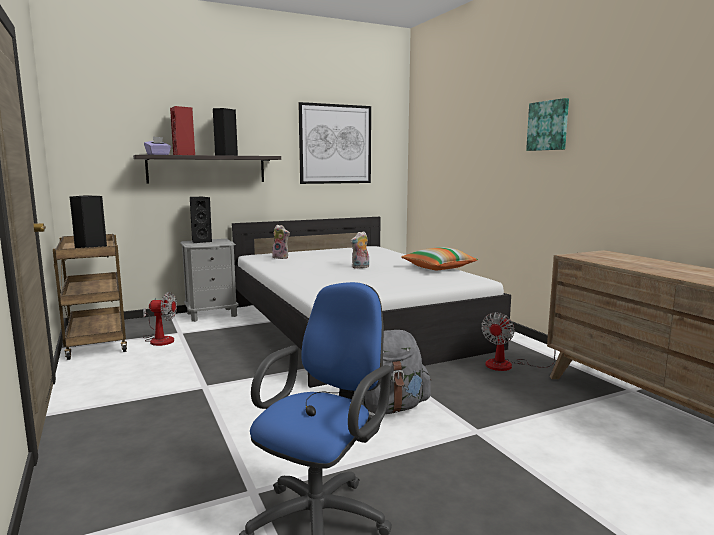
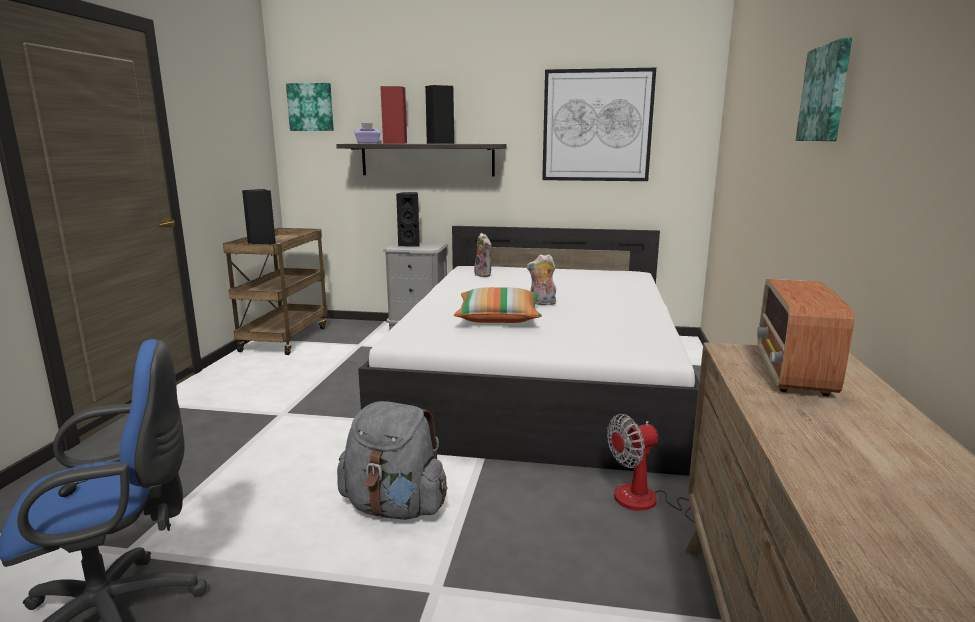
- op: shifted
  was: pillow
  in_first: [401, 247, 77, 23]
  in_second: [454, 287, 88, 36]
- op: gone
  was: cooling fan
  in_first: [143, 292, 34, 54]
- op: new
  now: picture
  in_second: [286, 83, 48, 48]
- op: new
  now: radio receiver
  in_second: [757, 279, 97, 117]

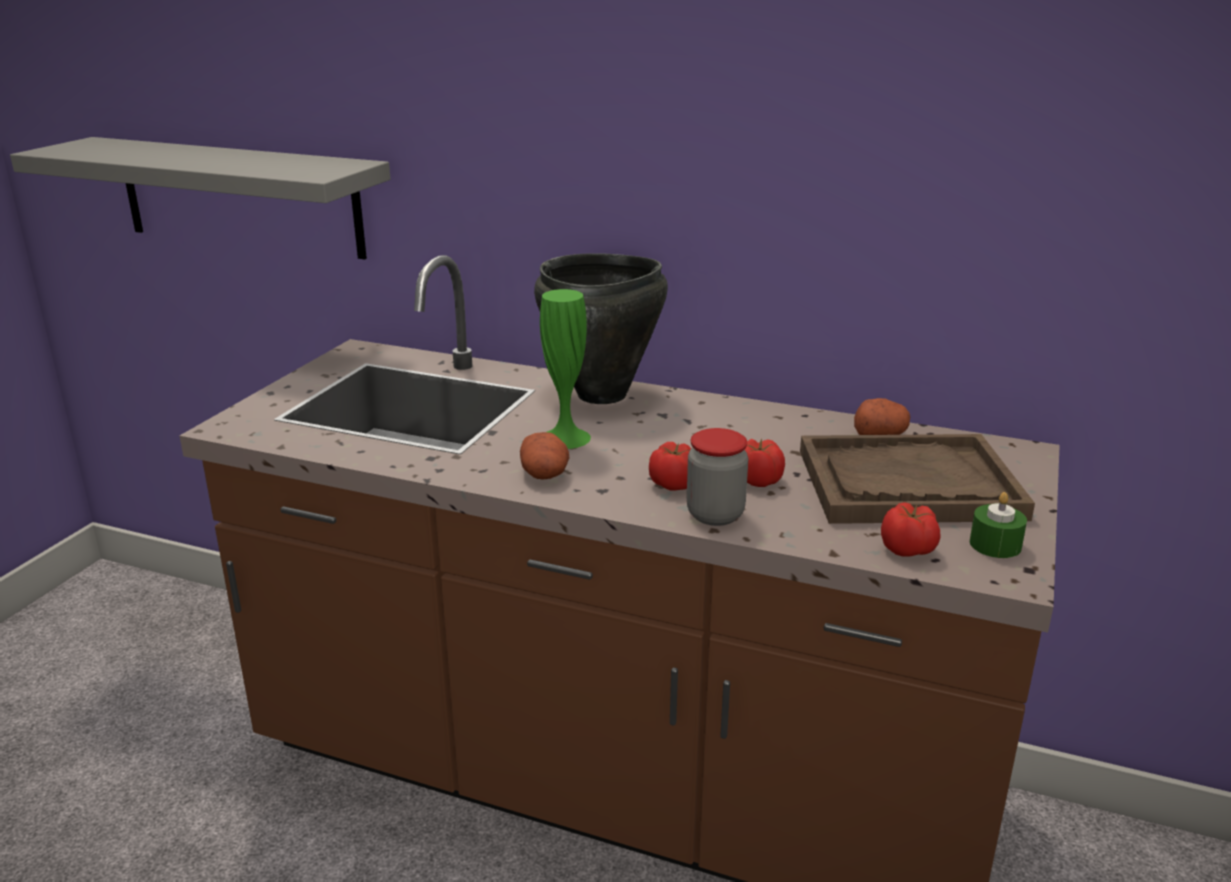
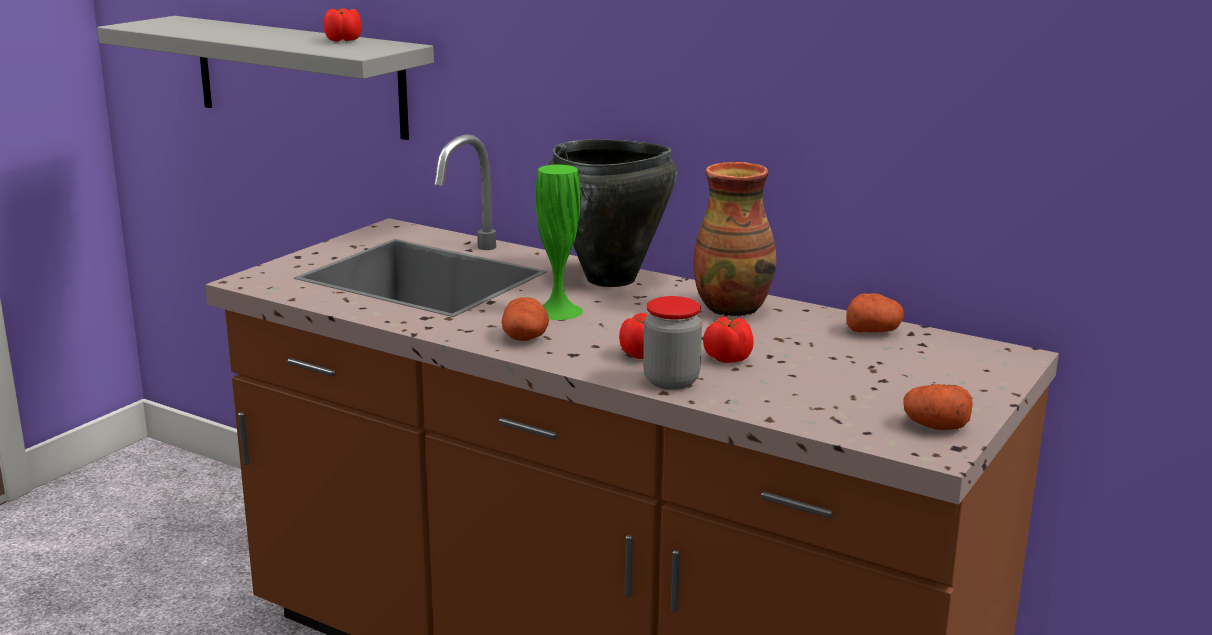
- op: gone
  was: serving tray/brown
  in_first: [800, 434, 235, 90]
- op: swapped
  was: candle/greenish
  now: potato
  in_first: [970, 492, 57, 66]
  in_second: [903, 384, 70, 46]
- op: shifted
  was: whole tomato
  in_first: [881, 502, 59, 55]
  in_second: [323, 8, 38, 34]
- op: new
  now: decorative vase
  in_second: [693, 162, 84, 155]

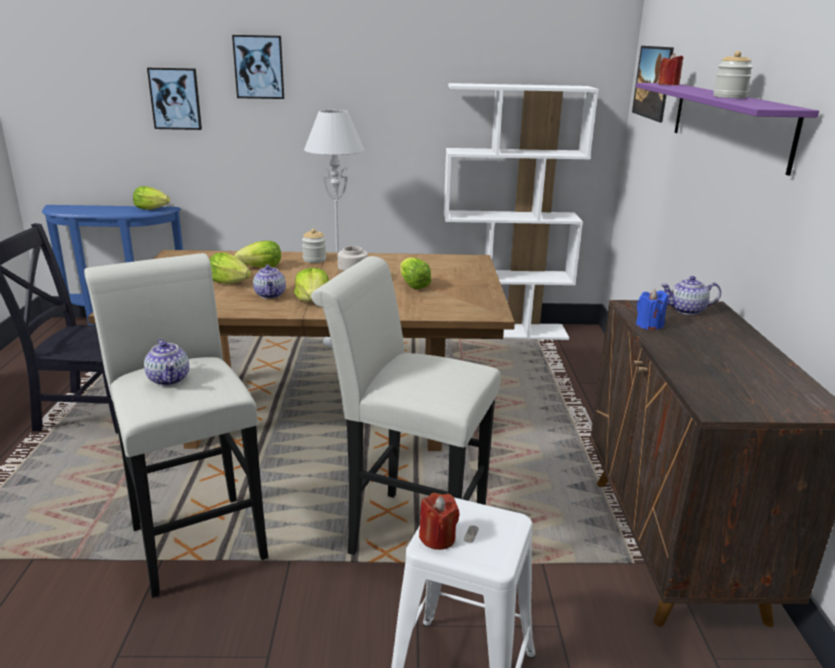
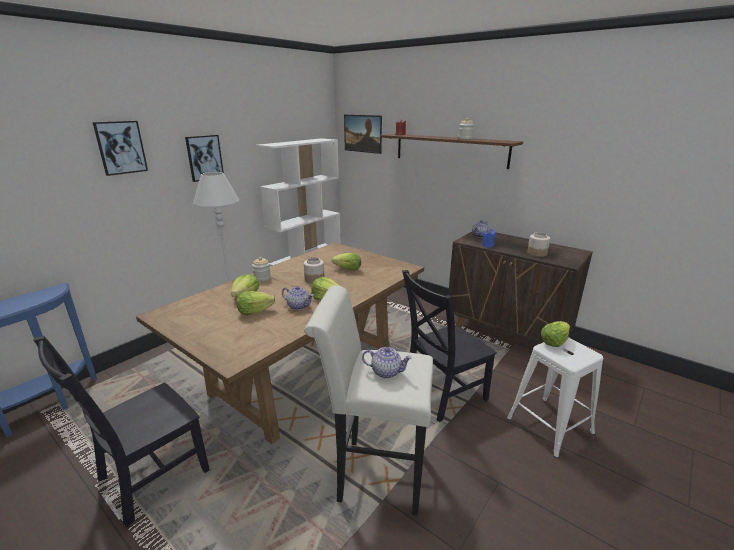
- op: shifted
  was: picture
  in_first: [147, 68, 55, 62]
  in_second: [185, 135, 39, 47]
- op: repainted
  was: wall shelf/purple-coloured
  now: wall shelf/brown
  in_first: [636, 83, 183, 93]
  in_second: [380, 134, 143, 35]
- op: shifted
  was: lettuce
  in_first: [133, 186, 37, 24]
  in_second: [541, 321, 29, 26]
- op: swapped
  was: stool seat/whitish
  now: upright chair/black
  in_first: [311, 256, 190, 299]
  in_second: [402, 270, 95, 152]
- op: gone
  was: candle/reddish
  in_first: [419, 493, 41, 57]
- op: new
  now: storage jar
  in_second: [527, 232, 23, 25]

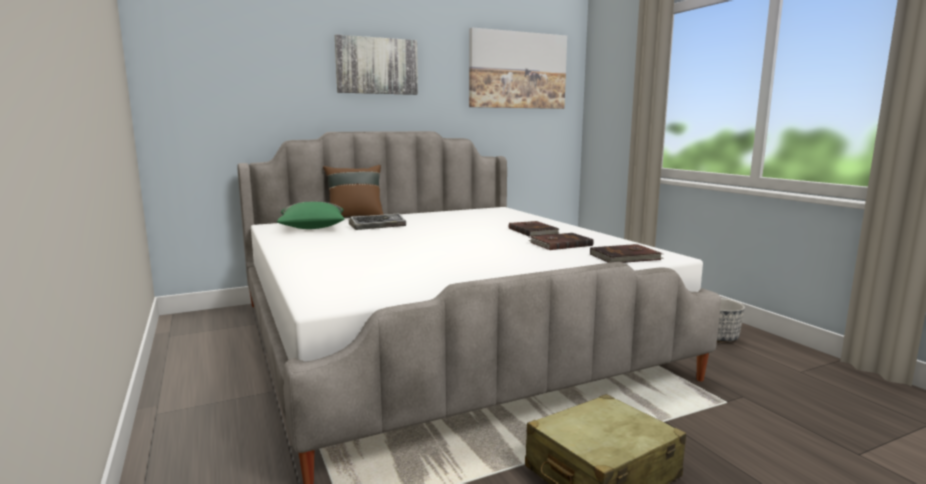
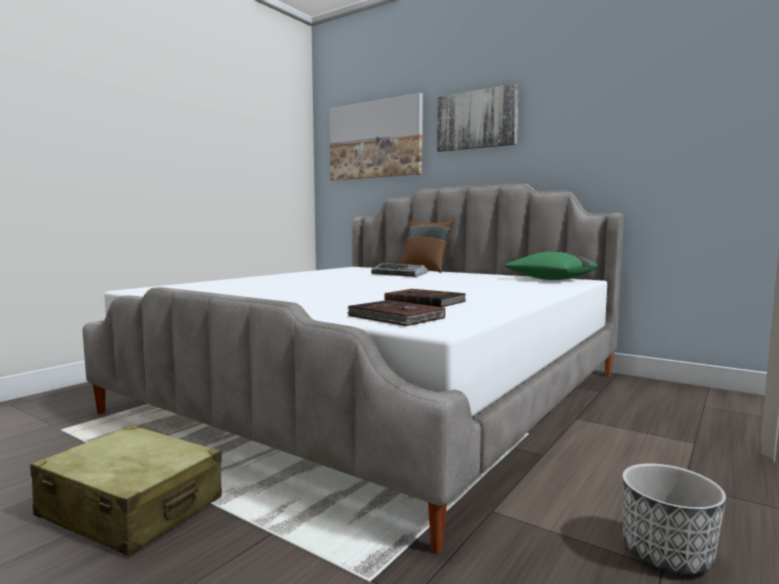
- op: shifted
  was: picture
  in_first: [469, 28, 98, 81]
  in_second: [330, 93, 93, 87]
- op: shifted
  was: pillow/greenish
  in_first: [277, 201, 67, 28]
  in_second: [505, 251, 93, 29]
- op: gone
  was: bound book/brown
  in_first: [509, 221, 50, 16]

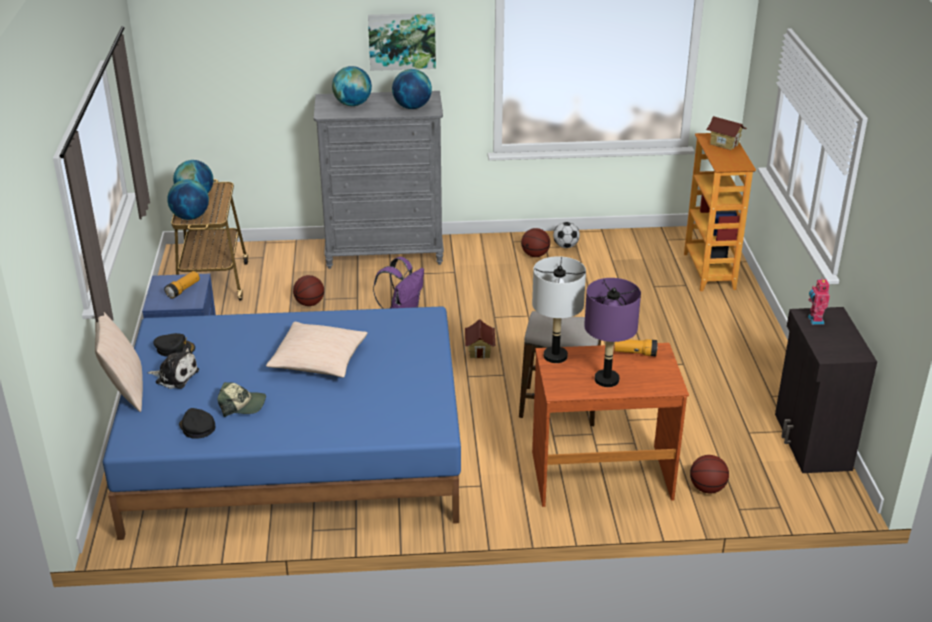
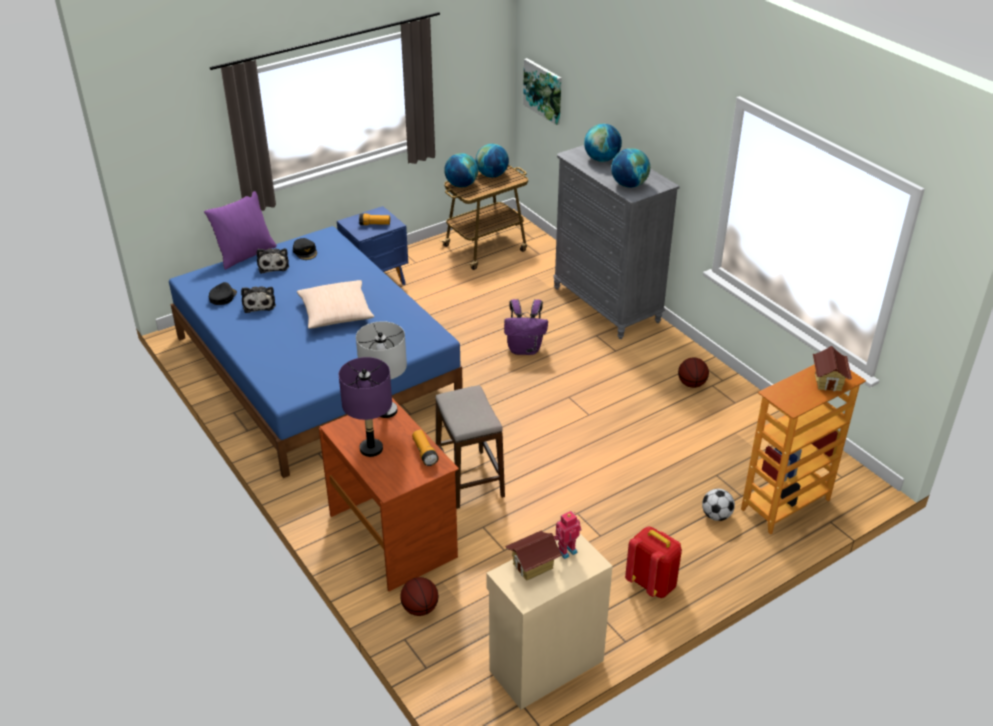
- op: shifted
  was: picture
  in_first: [368, 13, 68, 58]
  in_second: [523, 58, 38, 67]
- op: shifted
  was: football ball
  in_first: [553, 222, 27, 26]
  in_second: [702, 489, 33, 32]
- op: gone
  was: ball for basketball
  in_first: [293, 275, 31, 31]
- op: repainted
  was: cabinet/black
  now: cabinet/beige
  in_first: [775, 307, 102, 166]
  in_second: [486, 533, 127, 177]
- op: repainted
  was: pillow/beige
  now: pillow/purple-coloured
  in_first: [95, 312, 48, 100]
  in_second: [204, 191, 73, 79]
- op: shifted
  was: miniature house
  in_first: [465, 319, 30, 40]
  in_second: [505, 530, 57, 51]
- op: swapped
  was: peaked cap
  now: plush toy
  in_first: [217, 382, 49, 35]
  in_second: [241, 287, 35, 26]
- op: new
  now: backpack/reddish
  in_second: [625, 526, 57, 72]

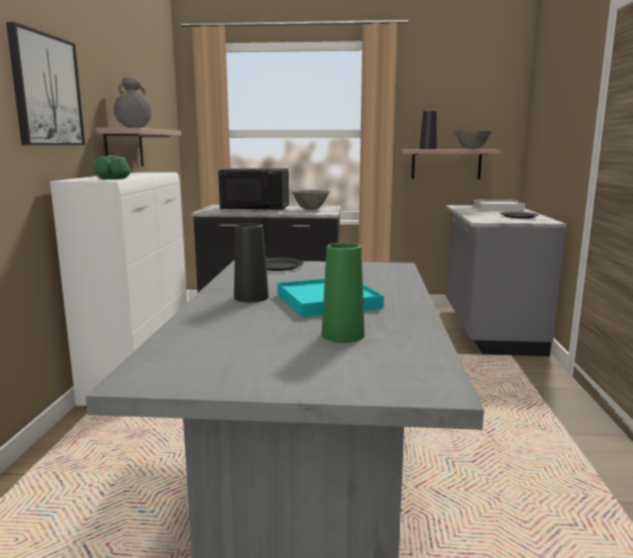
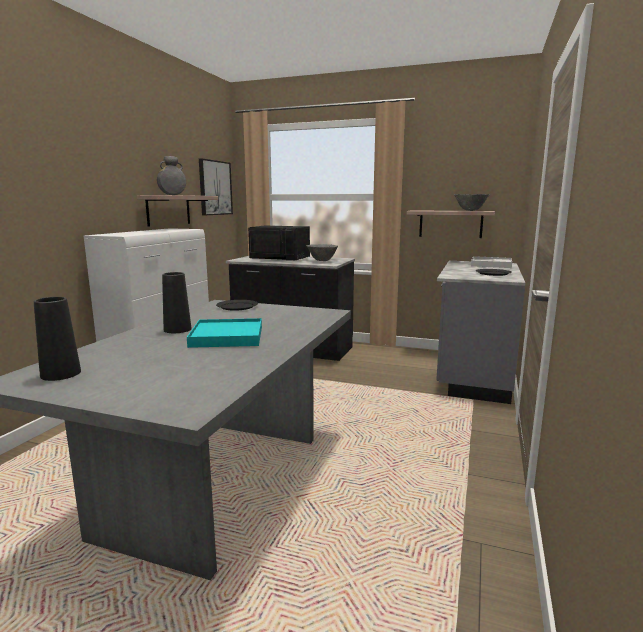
- op: shifted
  was: picture
  in_first: [6, 22, 79, 123]
  in_second: [199, 159, 34, 56]
- op: shifted
  was: decorative vase/black
  in_first: [419, 110, 18, 39]
  in_second: [34, 297, 47, 84]
- op: gone
  was: teapot/greenish
  in_first: [94, 151, 36, 28]
- op: gone
  was: decorative vase/greenish
  in_first: [322, 243, 43, 100]

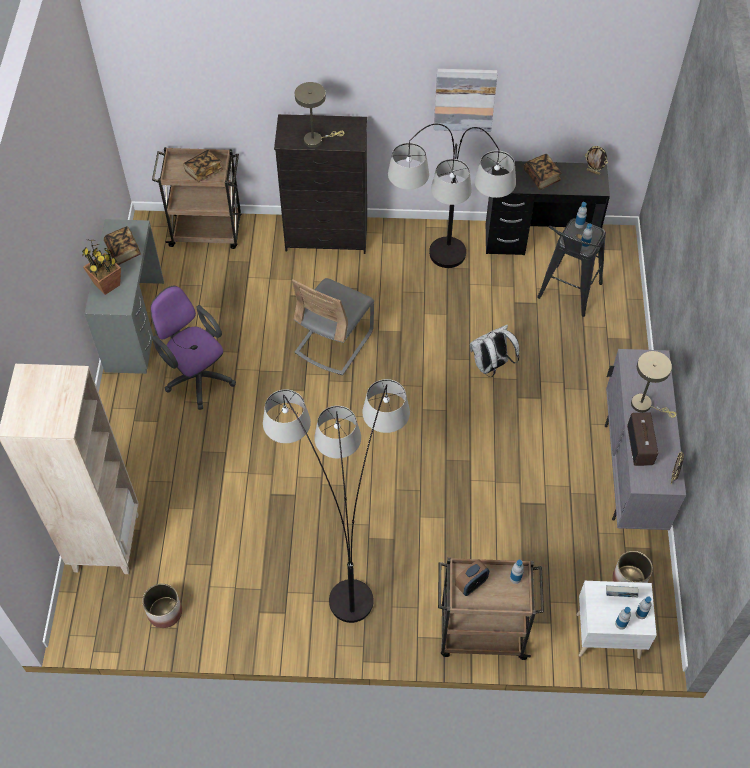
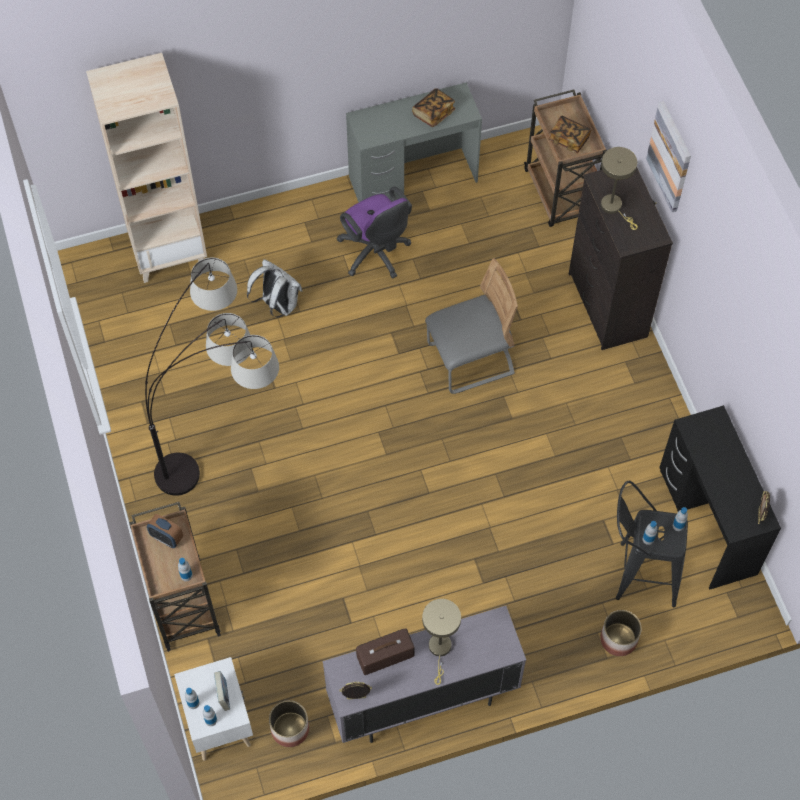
- op: shifted
  was: picture
  in_first: [434, 69, 64, 63]
  in_second: [646, 101, 45, 111]
- op: gone
  was: floor lamp
  in_first: [388, 124, 128, 144]
- op: gone
  was: bound book
  in_first: [524, 154, 37, 36]
- op: gone
  was: plant in a pot
  in_first: [82, 240, 39, 55]
- op: rotated
  was: upright chair/greyish
  in_first: [292, 278, 82, 97]
  in_second: [425, 258, 93, 136]
  clockwise: 150
- op: rotated
  was: office chair/purple-coloured
  in_first: [151, 286, 85, 124]
  in_second: [336, 186, 76, 93]
  clockwise: 120
- op: shifted
  was: backpack/whitish
  in_first: [470, 325, 49, 52]
  in_second: [247, 259, 55, 58]
- op: shifted
  was: flower pot
  in_first: [143, 584, 39, 44]
  in_second: [600, 610, 41, 46]

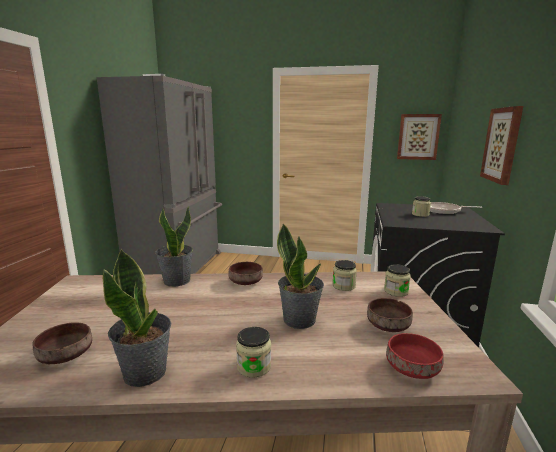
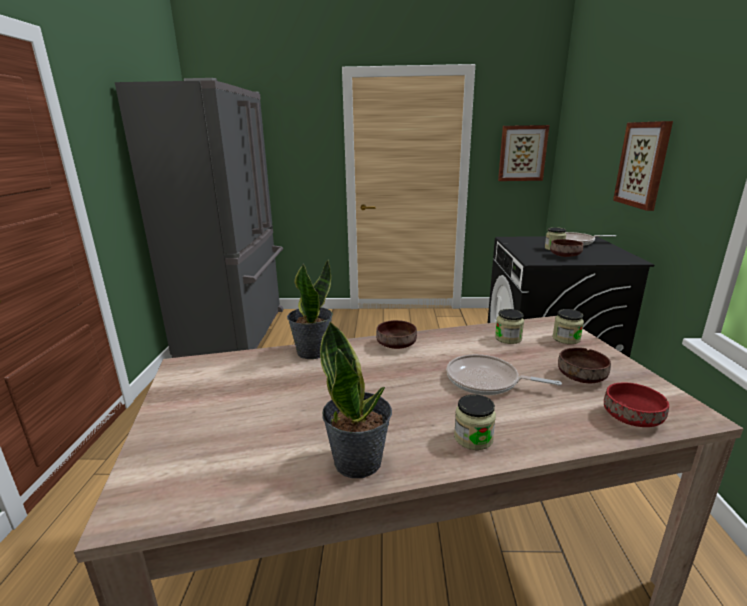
- op: swapped
  was: plant in a pot
  now: frying pan
  in_first: [277, 224, 47, 105]
  in_second: [446, 354, 116, 41]
- op: shifted
  was: bowl/brown
  in_first: [32, 322, 60, 42]
  in_second: [550, 239, 33, 18]

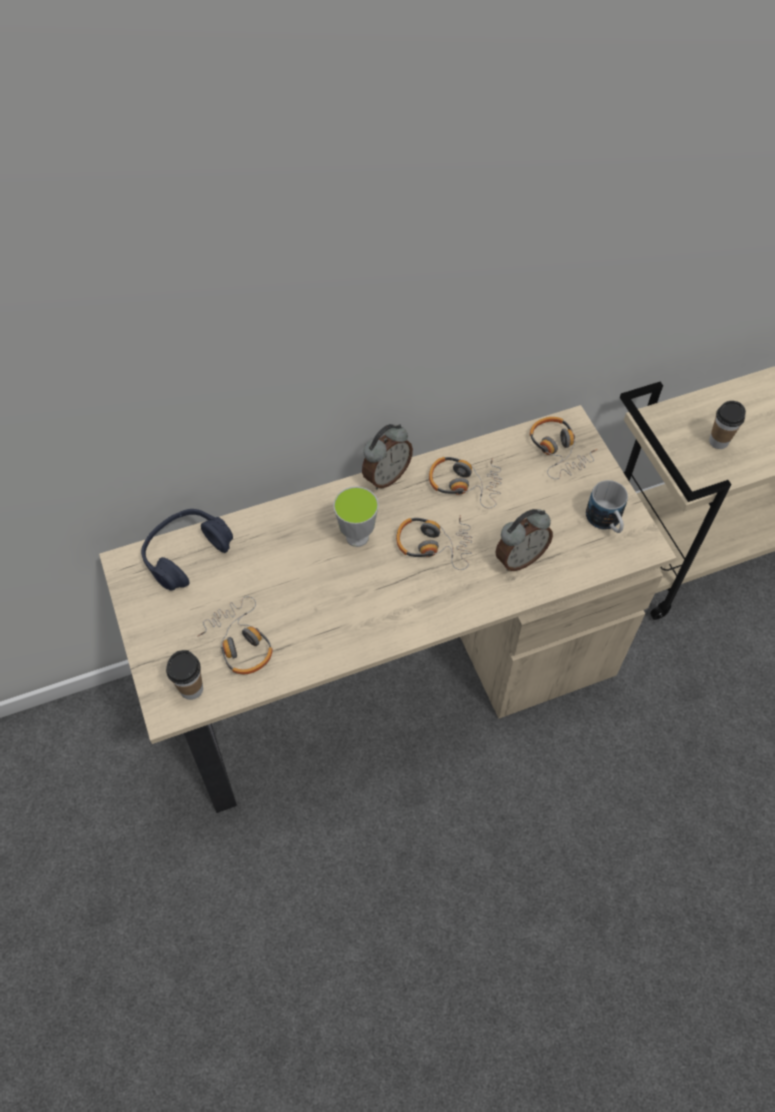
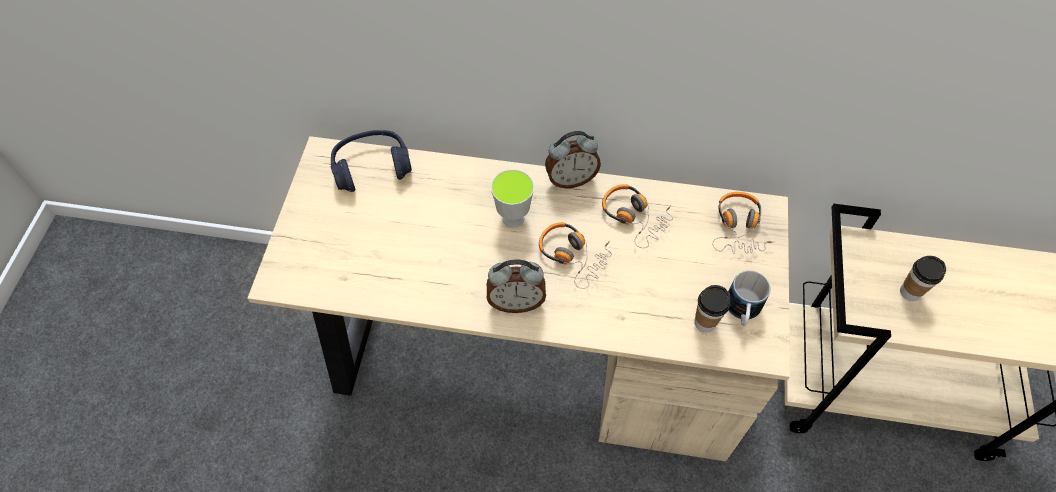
- op: shifted
  was: table clock
  in_first: [495, 509, 58, 62]
  in_second: [486, 259, 60, 54]
- op: gone
  was: headphones
  in_first: [197, 596, 76, 78]
- op: shifted
  was: drinking cup
  in_first: [166, 650, 37, 50]
  in_second: [694, 285, 36, 48]

